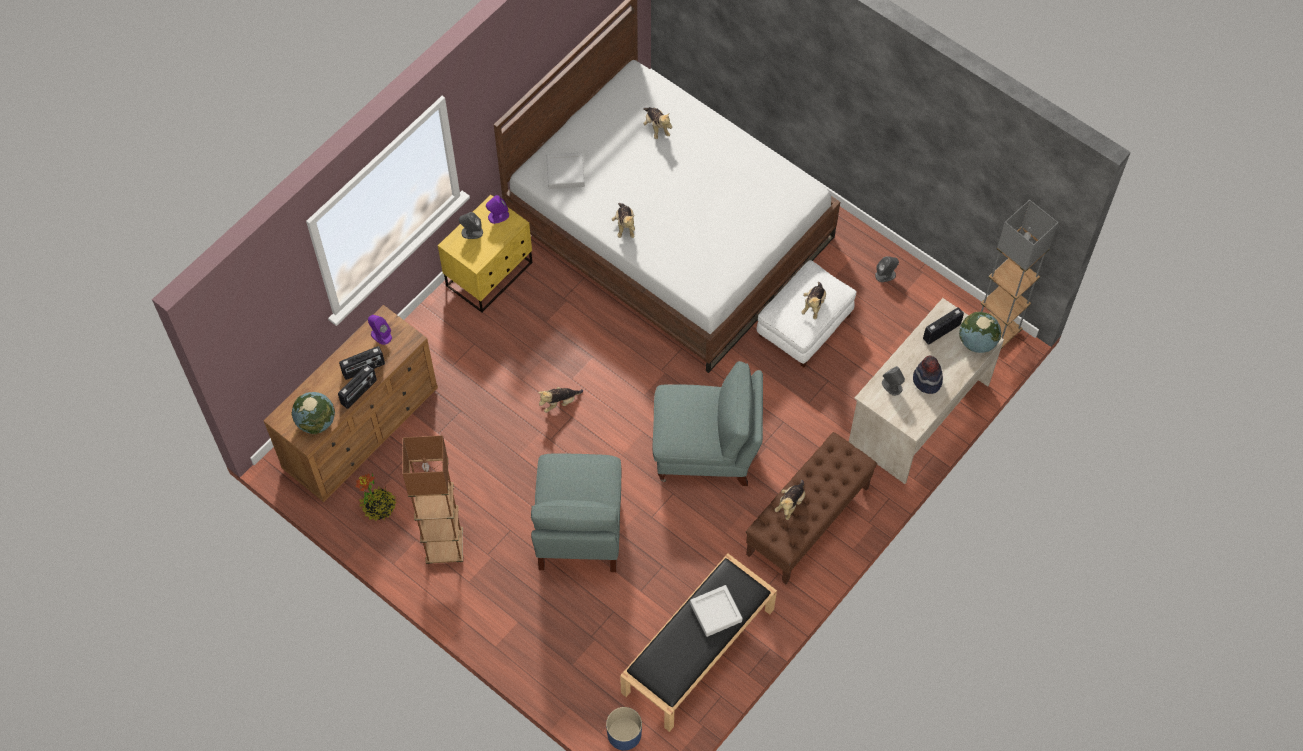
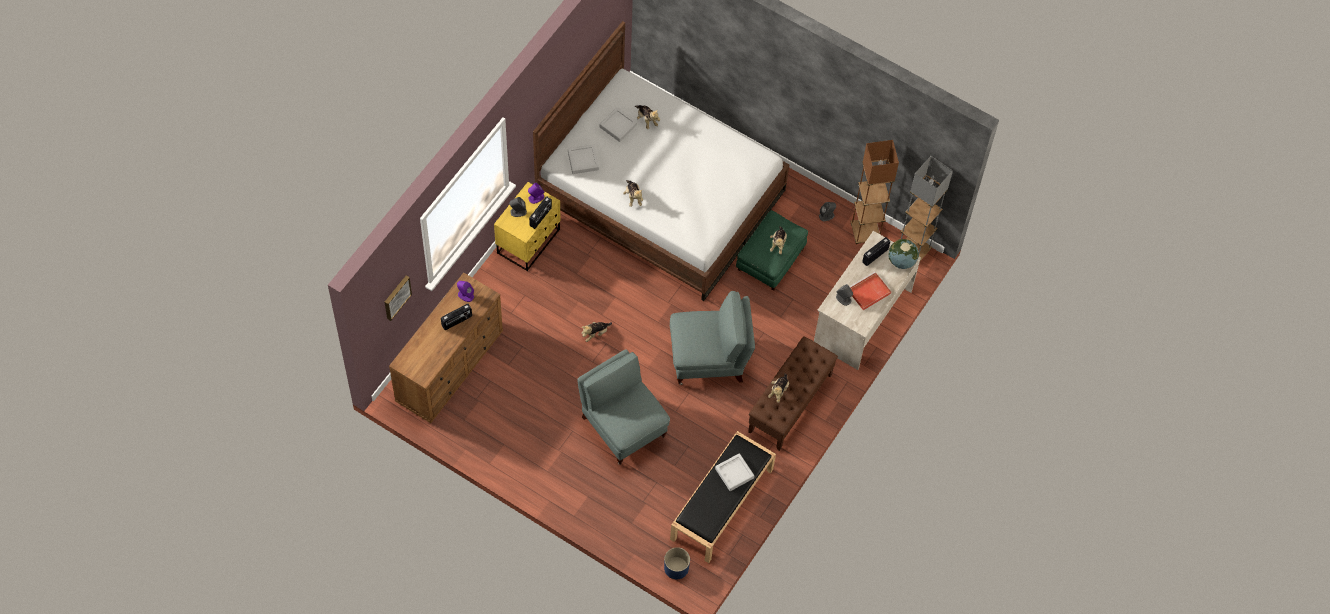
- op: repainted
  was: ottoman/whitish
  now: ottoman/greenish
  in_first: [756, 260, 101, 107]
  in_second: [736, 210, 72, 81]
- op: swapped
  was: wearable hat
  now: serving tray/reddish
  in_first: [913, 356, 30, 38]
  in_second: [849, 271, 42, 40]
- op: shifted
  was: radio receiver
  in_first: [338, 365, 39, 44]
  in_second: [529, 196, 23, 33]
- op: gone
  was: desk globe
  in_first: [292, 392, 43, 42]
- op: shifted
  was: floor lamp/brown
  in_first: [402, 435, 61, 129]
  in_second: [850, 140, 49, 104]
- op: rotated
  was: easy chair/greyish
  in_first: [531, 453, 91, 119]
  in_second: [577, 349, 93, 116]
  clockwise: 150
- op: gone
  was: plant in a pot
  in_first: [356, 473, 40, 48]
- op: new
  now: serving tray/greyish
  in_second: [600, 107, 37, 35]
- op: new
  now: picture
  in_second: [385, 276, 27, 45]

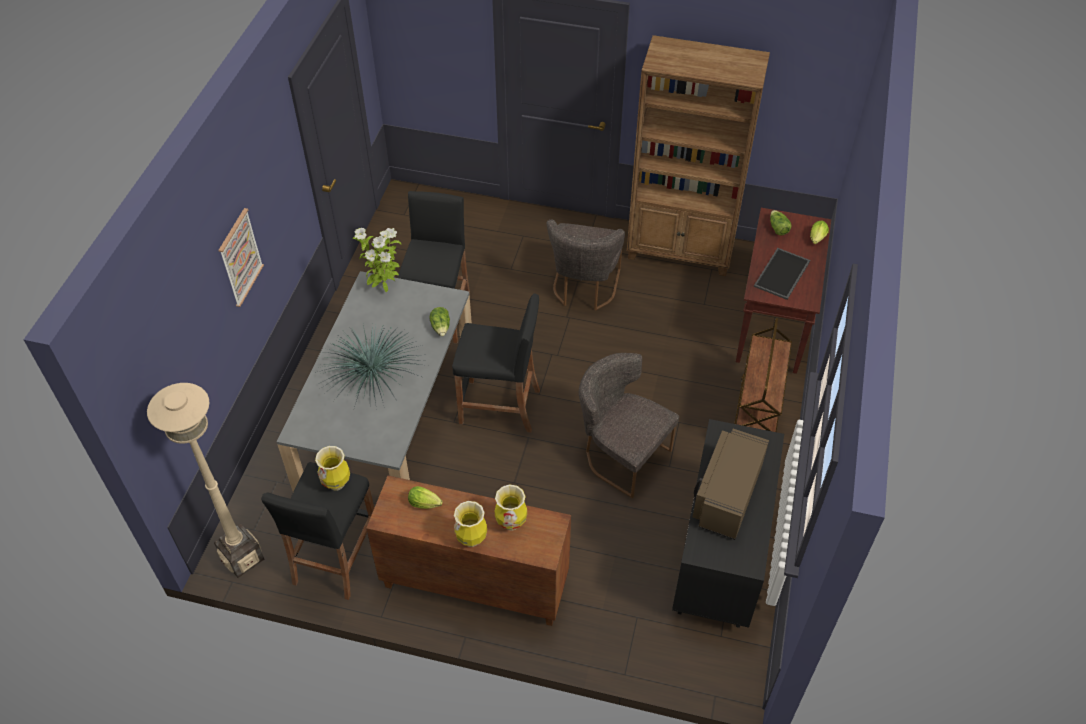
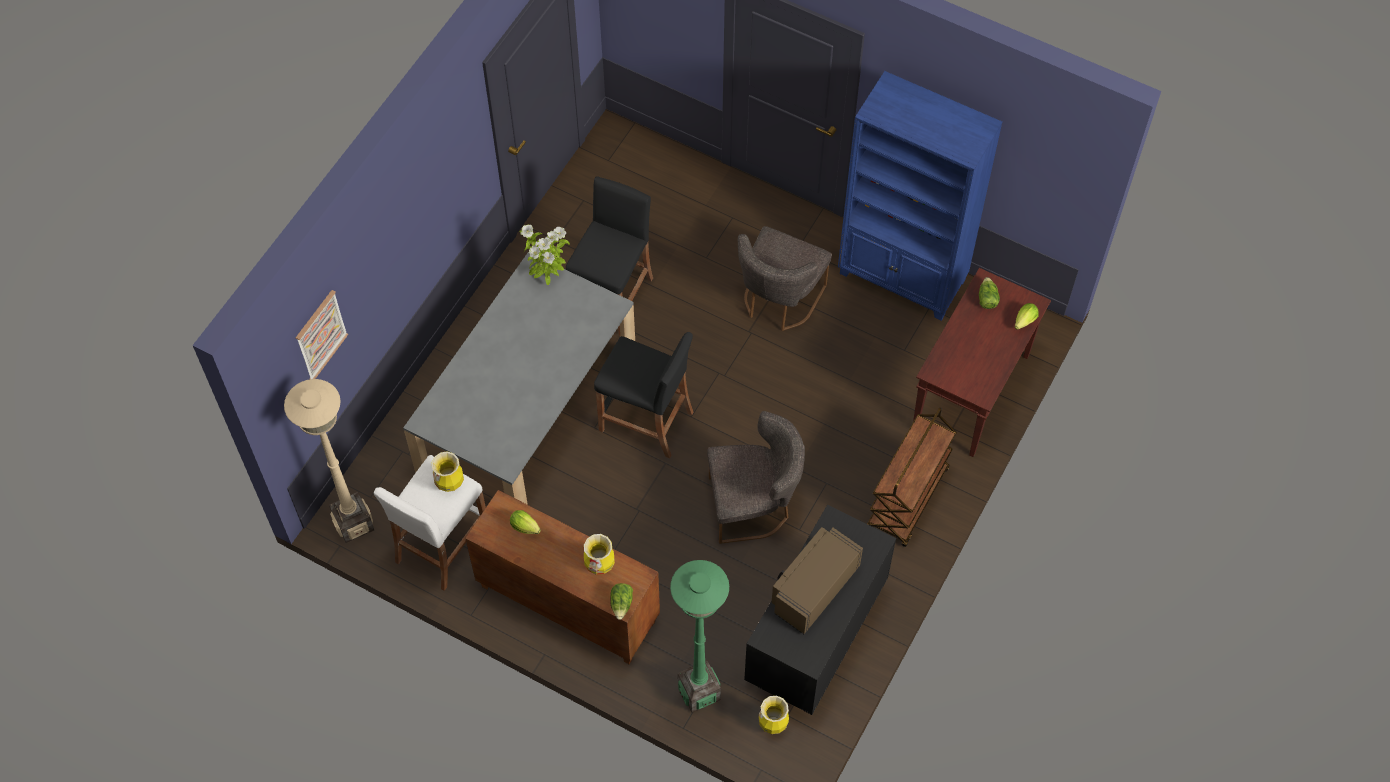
- op: repainted
  was: bookshelf/brown
  now: bookshelf/blue-coloured
  in_first: [627, 35, 143, 241]
  in_second: [838, 71, 165, 250]
- op: shifted
  was: picture
  in_first: [218, 208, 46, 99]
  in_second: [296, 290, 52, 89]
- op: gone
  was: serving tray
  in_first: [754, 248, 56, 52]
- op: shifted
  was: lettuce
  in_first: [430, 307, 20, 30]
  in_second: [610, 583, 23, 37]
- op: gone
  was: plant in a pot
  in_first: [315, 323, 108, 85]
- op: rotated
  was: upright chair/greyish
  in_first: [579, 353, 100, 145]
  in_second: [707, 411, 98, 133]
  clockwise: 120
- op: repainted
  was: stool seat/black
  now: stool seat/whitish
  in_first: [261, 462, 113, 138]
  in_second: [374, 455, 112, 136]
- op: shifted
  was: decorative vase
  in_first: [454, 501, 33, 46]
  in_second: [759, 696, 30, 38]
- op: new
  now: floor lamp/greenish
  in_second: [670, 560, 59, 153]

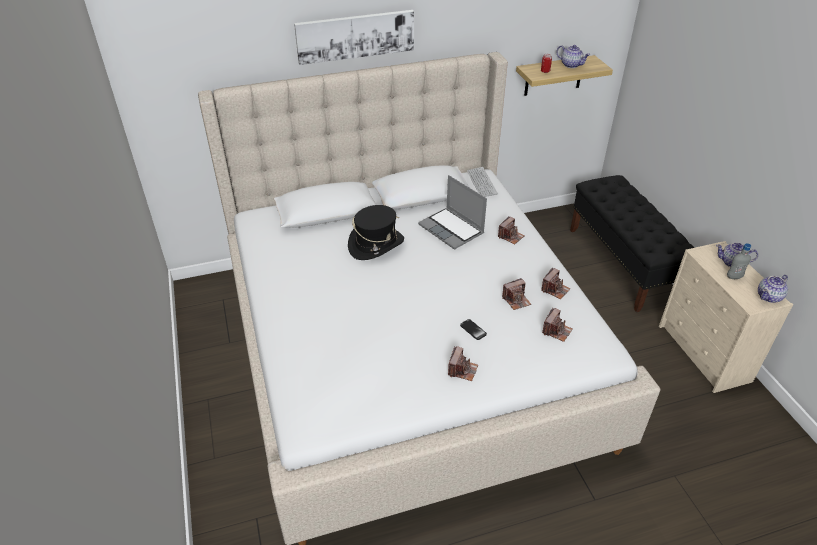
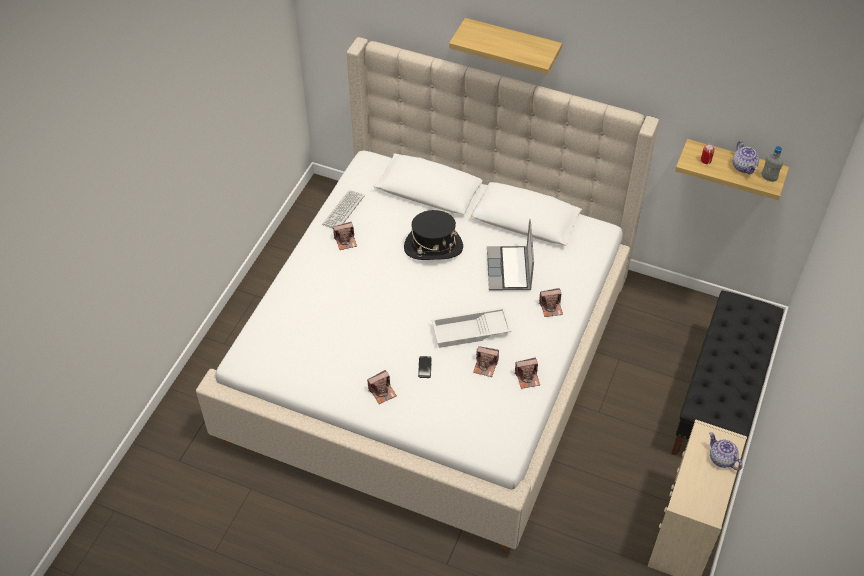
- op: swapped
  was: picture
  now: wall shelf
  in_first: [294, 10, 120, 55]
  in_second: [449, 18, 113, 56]
- op: shifted
  was: computer keyboard
  in_first: [467, 167, 31, 30]
  in_second: [322, 190, 43, 38]
- op: shifted
  was: bottle/greyish
  in_first: [727, 243, 24, 36]
  in_second: [762, 146, 21, 36]
- op: gone
  was: teapot
  in_first: [758, 275, 30, 28]
- op: shifted
  was: photo camera
  in_first: [542, 307, 31, 35]
  in_second: [333, 222, 24, 28]
- op: new
  now: serving tray/whitish
  in_second: [432, 307, 80, 41]

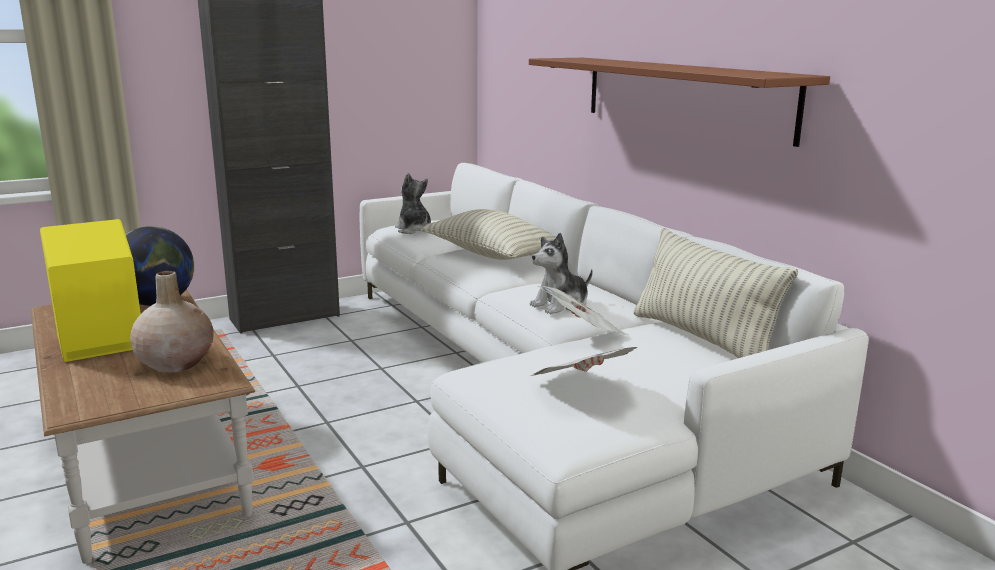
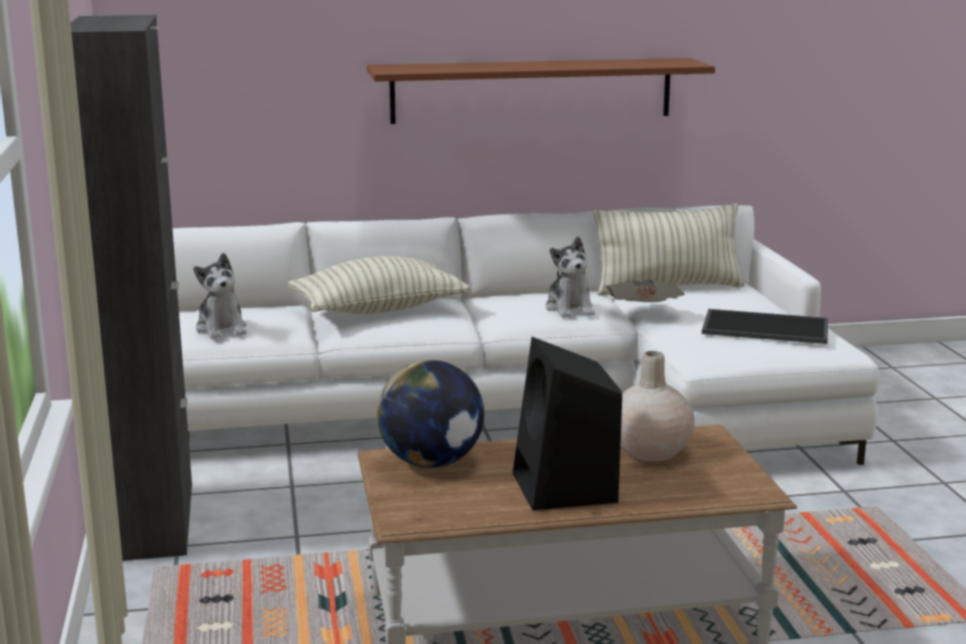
- op: rotated
  was: plush toy
  in_first: [395, 173, 36, 61]
  in_second: [193, 253, 54, 86]
  clockwise: -105
- op: repainted
  was: loudspeaker/yellowish
  now: loudspeaker/black
  in_first: [40, 219, 101, 143]
  in_second: [513, 337, 109, 173]
- op: swapped
  was: printed paper
  now: serving tray
  in_first: [531, 347, 107, 29]
  in_second: [702, 309, 126, 35]

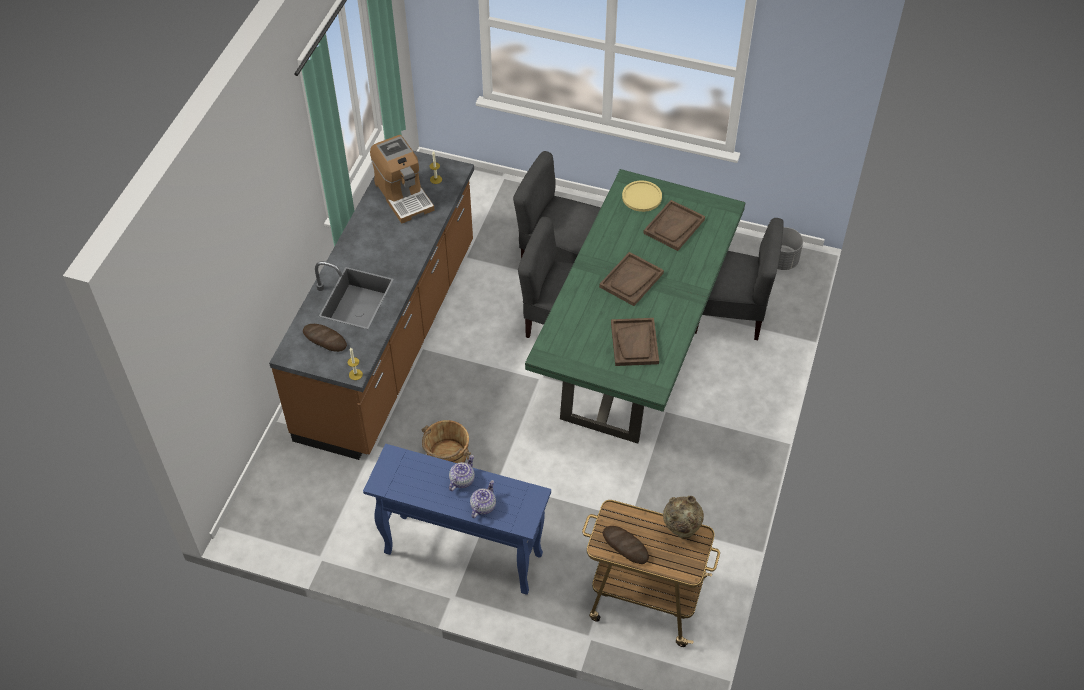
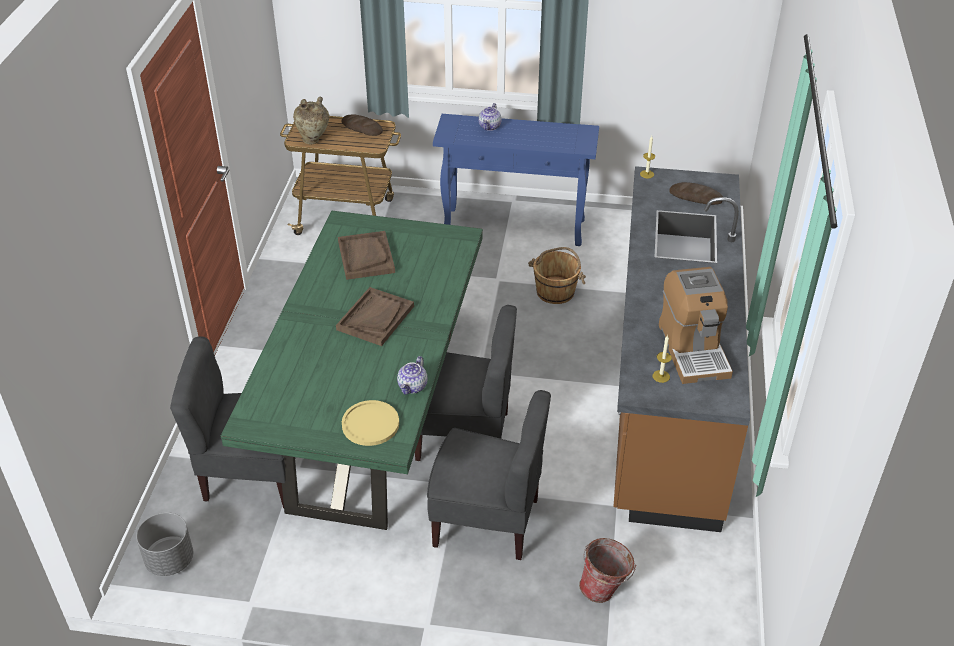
- op: rotated
  was: coffee maker
  in_first: [370, 135, 65, 89]
  in_second: [659, 267, 74, 117]
  clockwise: -150
- op: gone
  was: serving tray/brown
  in_first: [643, 200, 62, 51]
- op: shifted
  was: teapot
  in_first: [449, 455, 26, 36]
  in_second: [397, 356, 31, 38]
- op: new
  now: water bucket
  in_second: [579, 538, 57, 65]

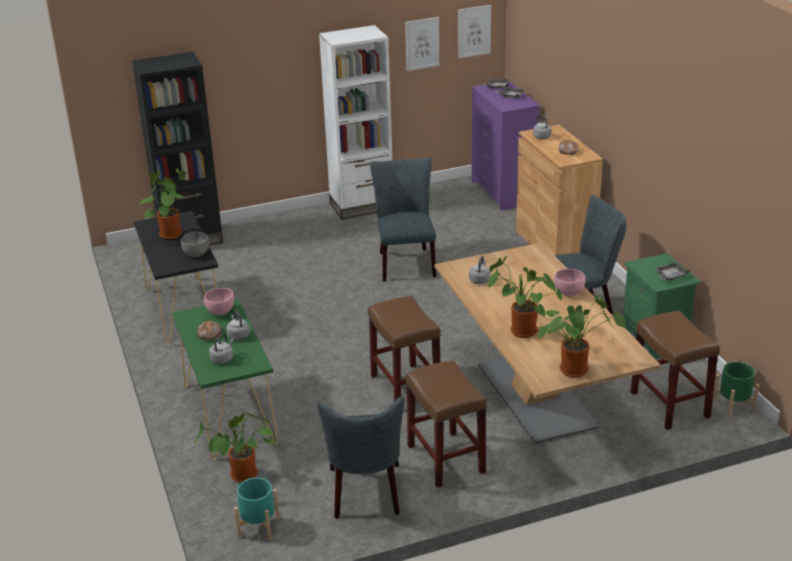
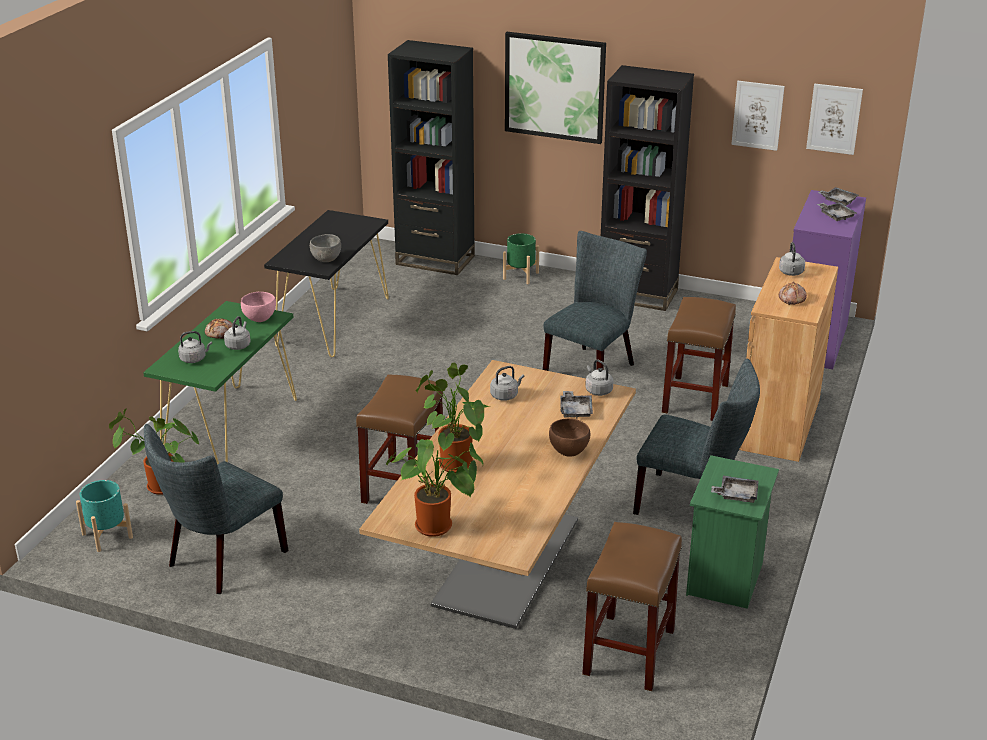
- op: repainted
  was: bookshelf/whitish
  now: bookshelf/black
  in_first: [319, 25, 73, 195]
  in_second: [601, 65, 93, 246]
- op: gone
  was: plant in a pot
  in_first: [139, 168, 47, 71]
- op: repainted
  was: bowl/pink-coloured
  now: bowl/brown
  in_first: [554, 269, 32, 27]
  in_second: [549, 418, 41, 39]
- op: shifted
  was: stool seat/brown
  in_first: [406, 360, 81, 128]
  in_second: [662, 297, 74, 124]
- op: shifted
  was: flower pot/greenish
  in_first: [713, 362, 46, 56]
  in_second: [503, 233, 36, 51]
- op: new
  now: picture
  in_second: [505, 32, 101, 112]
- op: new
  now: tea kettle/greyish
  in_second: [585, 359, 28, 37]
- op: new
  now: serving tray/greyish
  in_second: [560, 391, 33, 27]

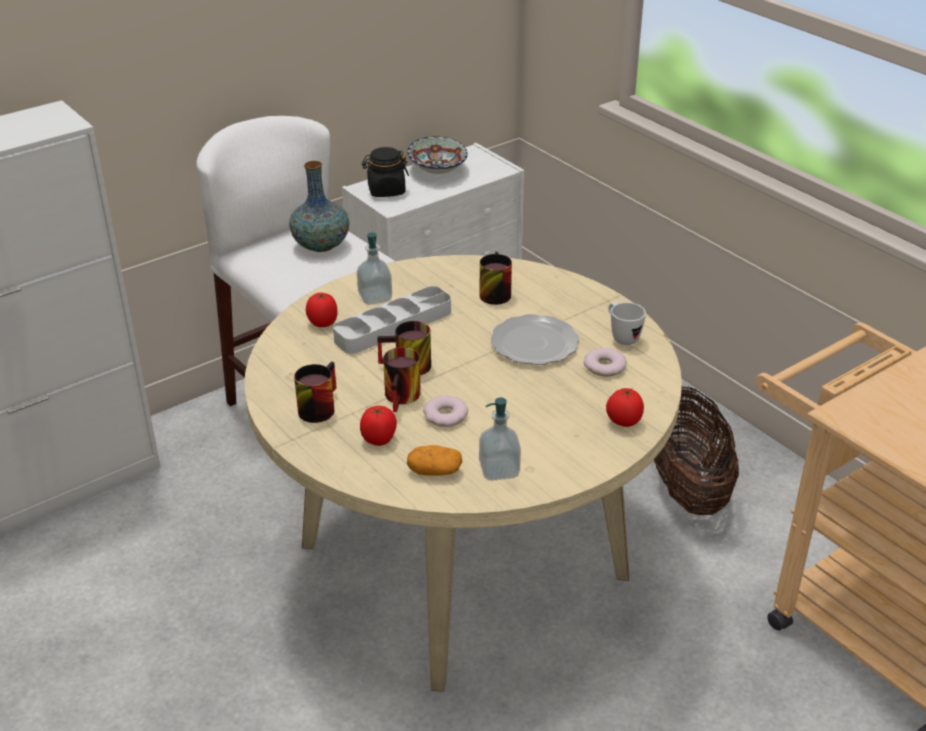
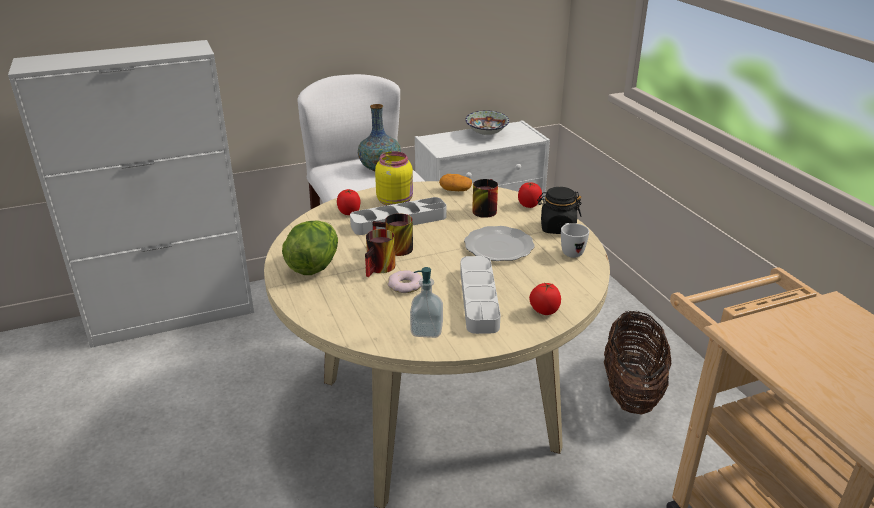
- op: shifted
  was: storage jar/black
  in_first: [362, 147, 47, 50]
  in_second: [537, 187, 45, 47]
- op: swapped
  was: soap dispenser
  now: storage jar/yellowish
  in_first: [357, 232, 35, 73]
  in_second: [375, 151, 38, 55]
- op: gone
  was: doughnut
  in_first: [584, 348, 43, 28]
- op: swapped
  was: coffee mug
  now: lettuce
  in_first: [294, 362, 43, 61]
  in_second: [282, 221, 56, 54]
- op: shifted
  was: whole tomato
  in_first: [360, 406, 37, 40]
  in_second: [518, 182, 24, 26]
- op: shifted
  was: potato
  in_first: [407, 445, 55, 31]
  in_second: [439, 174, 33, 17]
- op: new
  now: serving tray/greyish
  in_second: [460, 256, 41, 78]

